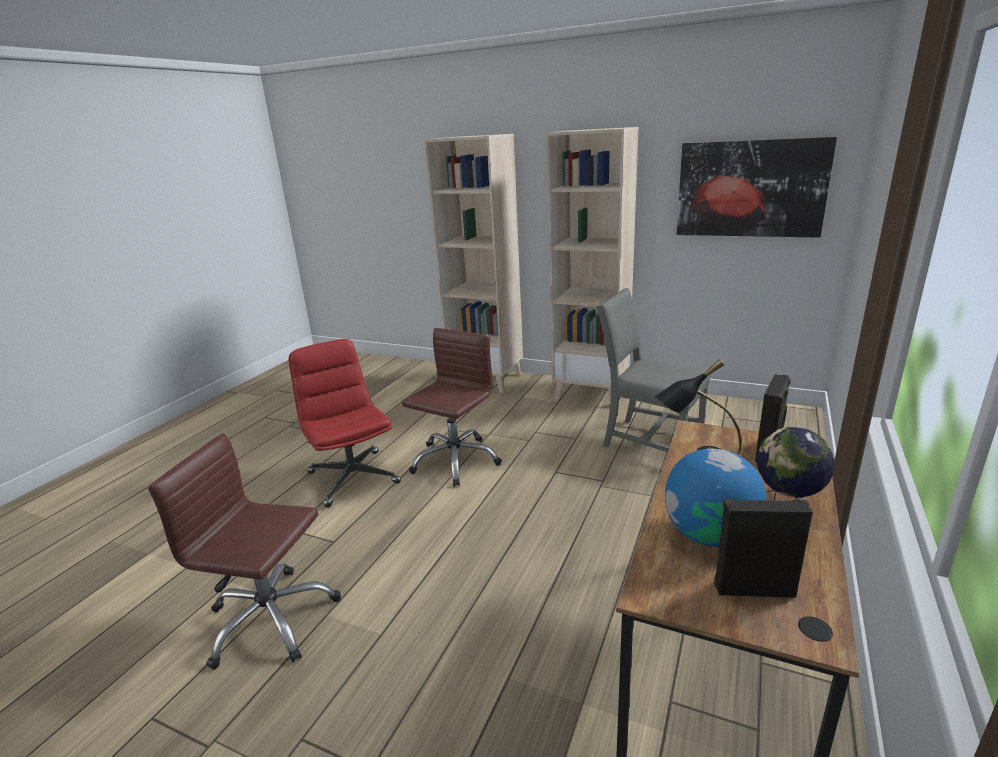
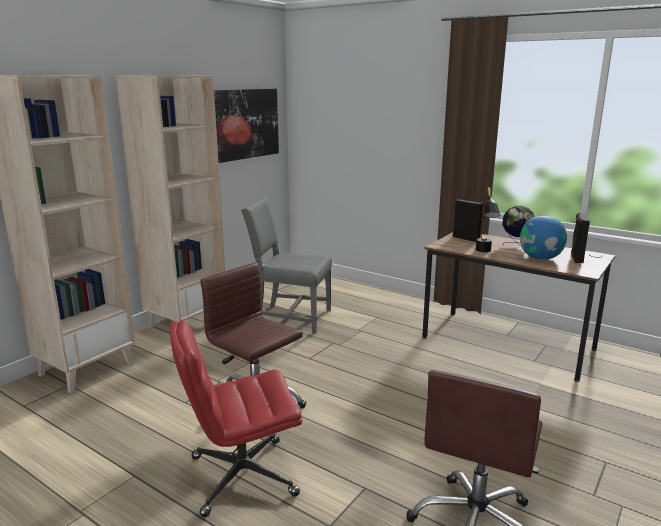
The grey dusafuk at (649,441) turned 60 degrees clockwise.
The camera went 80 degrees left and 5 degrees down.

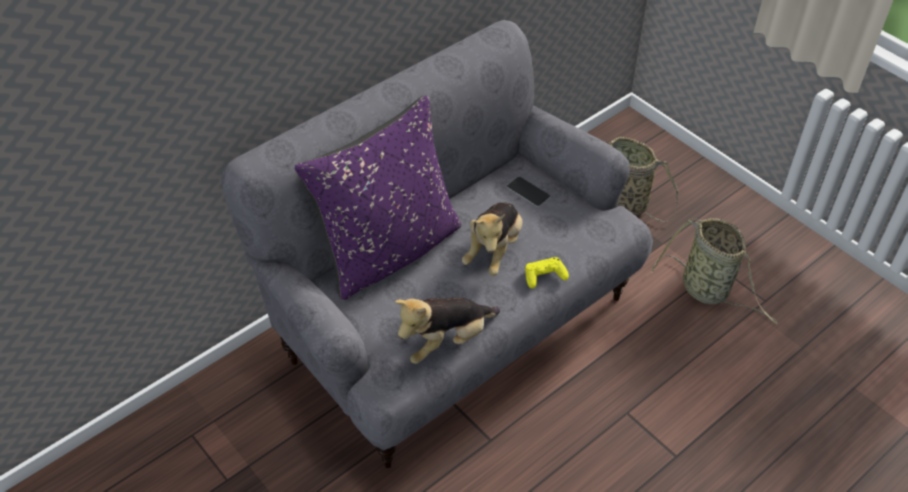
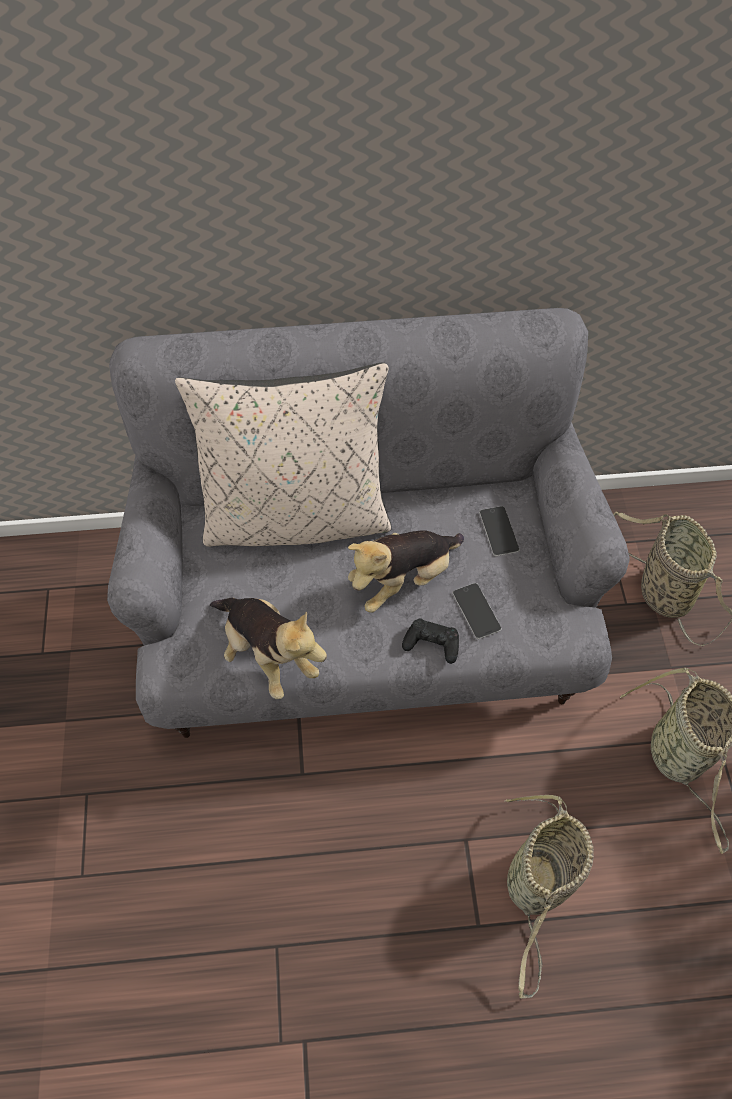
The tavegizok at (476,611) appeared.
The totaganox at (536,886) appeared.
The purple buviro at (390,250) became the beige buviro at (296,516).
The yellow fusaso at (544,276) became the black fusaso at (432,643).
The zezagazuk at (446,341) turned 135 degrees counterclockwise.
The camera went 35 degrees right and 10 degrees up.

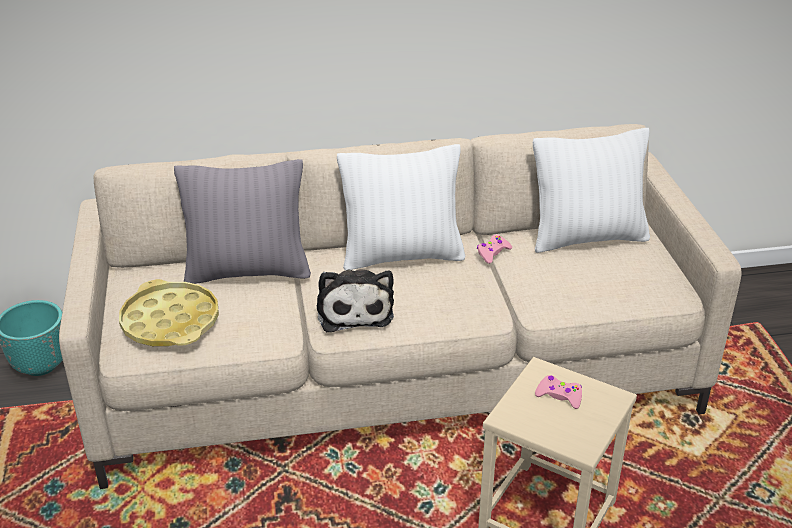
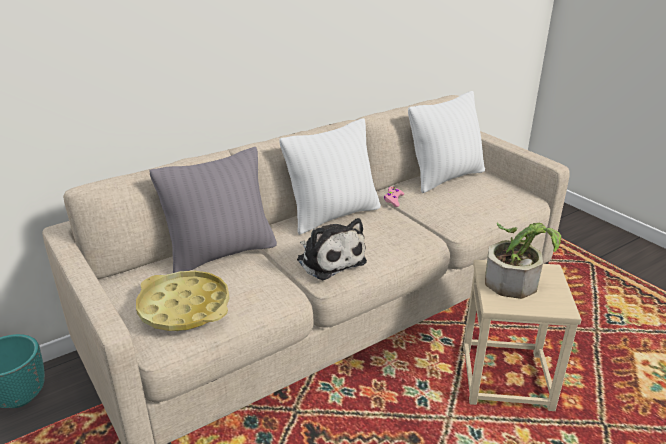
The pink fusaso at (559,396) was replaced by the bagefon at (515,279).
The camera went 25 degrees left and 5 degrees down.

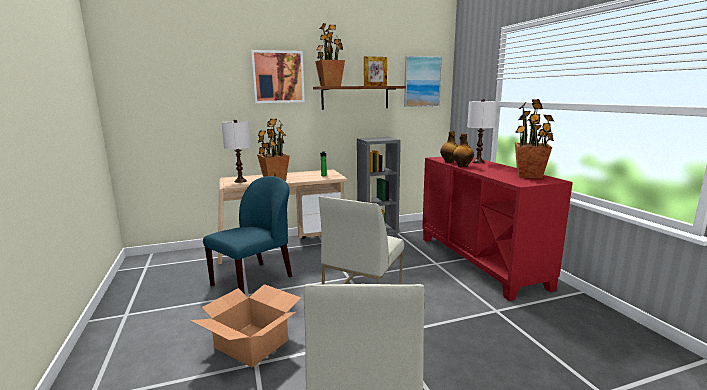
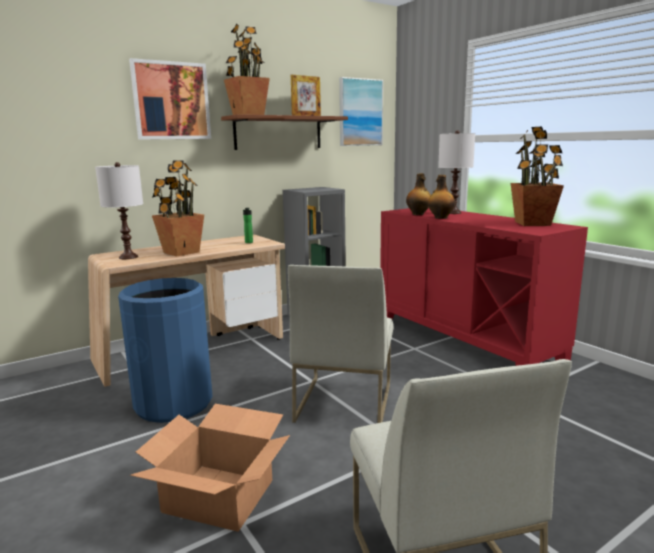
The blue dusafuk at (254,280) was replaced by the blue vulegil at (174,403).
The camera went 15 degrees left and 0 degrees up.

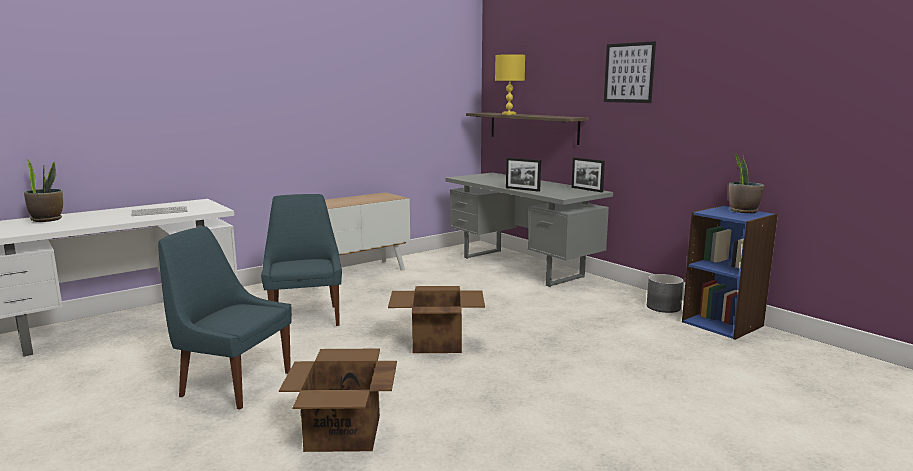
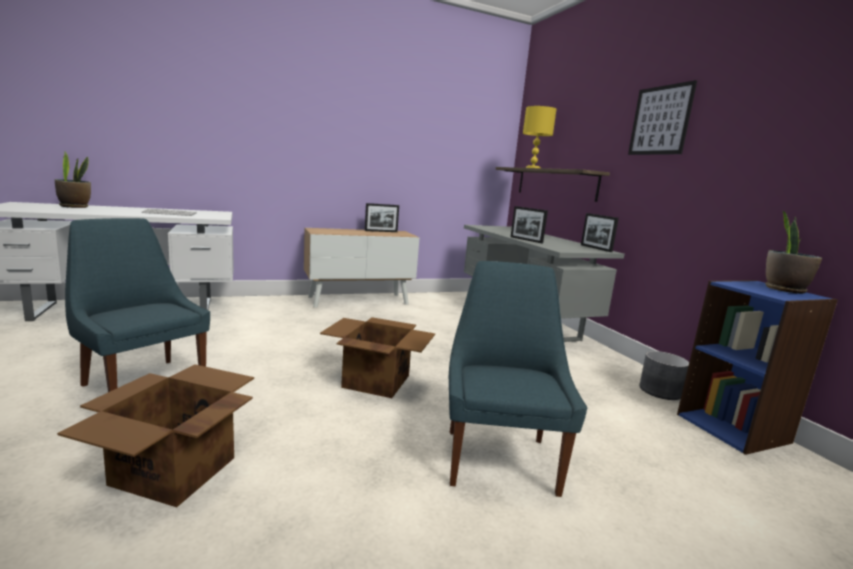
The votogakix at (381,231) appeared.
The blue dusafuk moved from (305,317) to (499,458).
The camera went 15 degrees right and 0 degrees up.

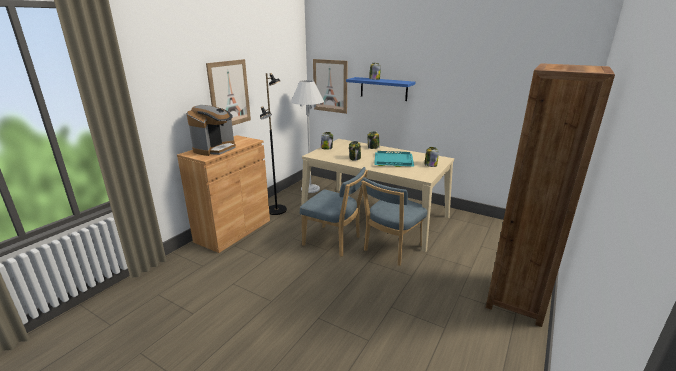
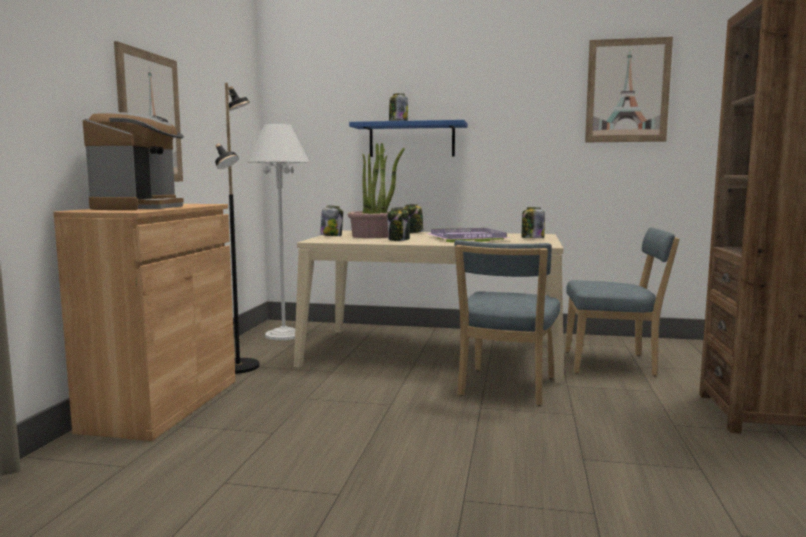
The bagefon at (373,236) appeared.
The blue dusafuk moved from (334,242) to (614,364).
The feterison moved from (330,86) to (627,91).
The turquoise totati at (393,161) became the purple totati at (466,238).
The camera went 20 degrees left and 15 degrees down.

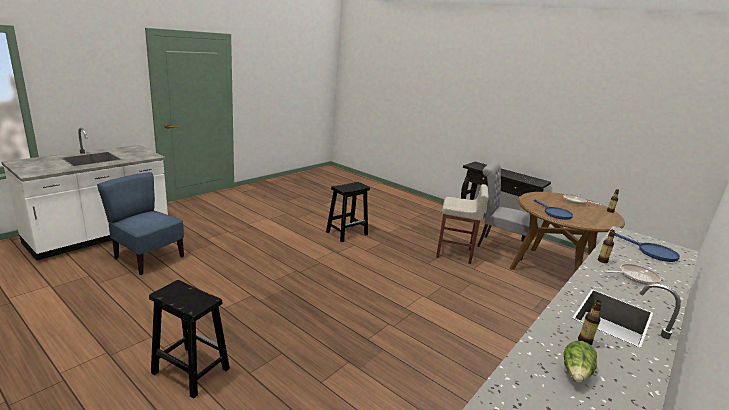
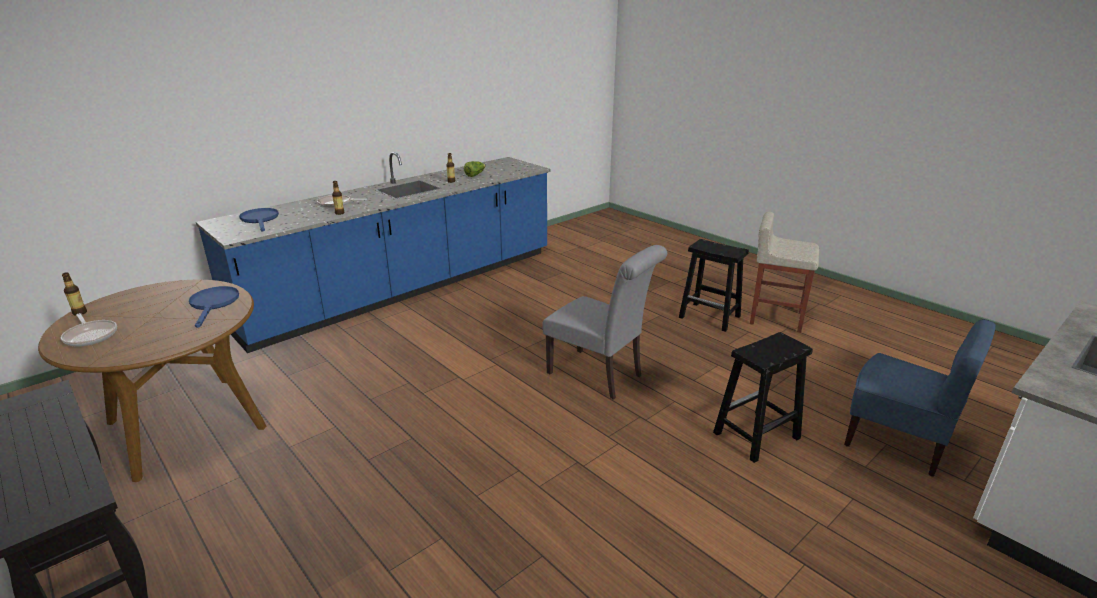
The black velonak moved from (347,233) to (755,436).
The beige velonak moved from (455,253) to (775,317).
The grey dusafuk moved from (498,246) to (599,376).
The camera went 170 degrees left and 5 degrees up.

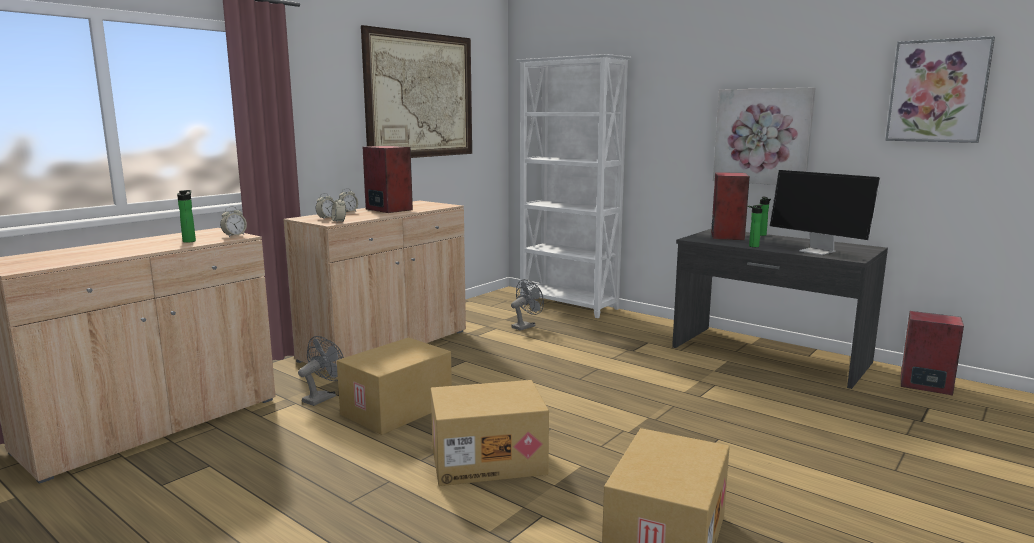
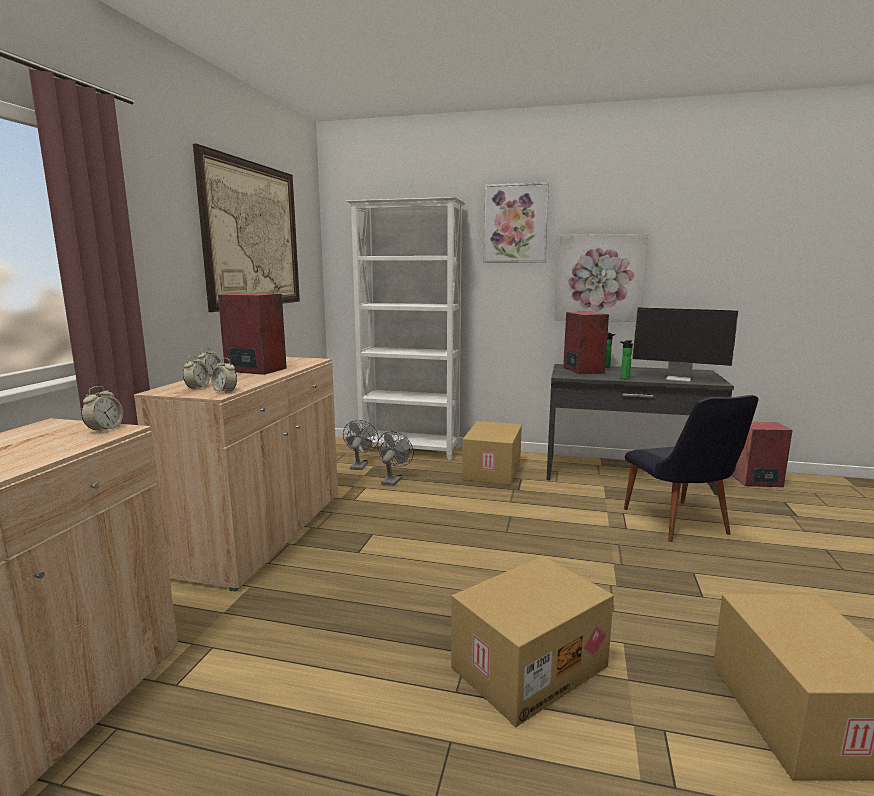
The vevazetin at (190,241) disappeared.
The black dusafuk at (680,525) appeared.
The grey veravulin moved from (323,397) to (359,465).
The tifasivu moved from (397,410) to (493,471).
The feterison moved from (937,91) to (515,224).
The camera went 25 degrees left and 0 degrees up.

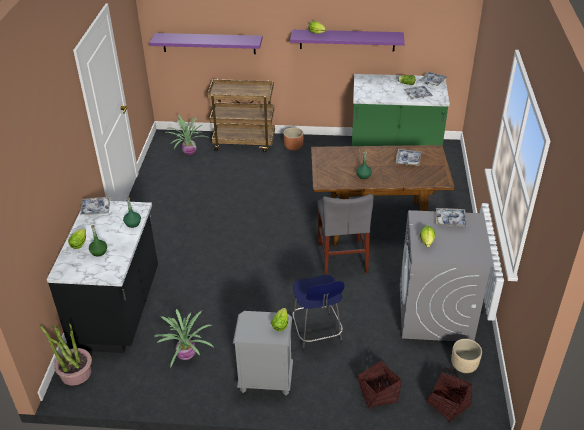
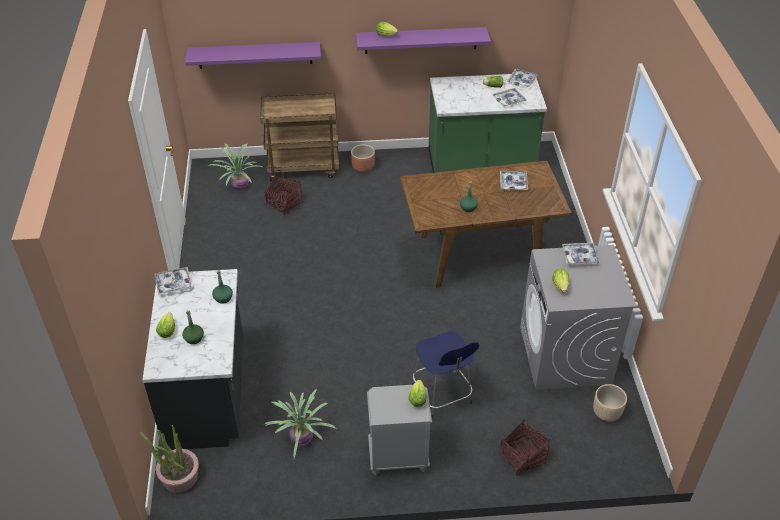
The grey dusafuk at (342,257) disappeared.
The totaganox moved from (448,405) to (284,203).
The camera went 10 degrees left and 5 degrees up.

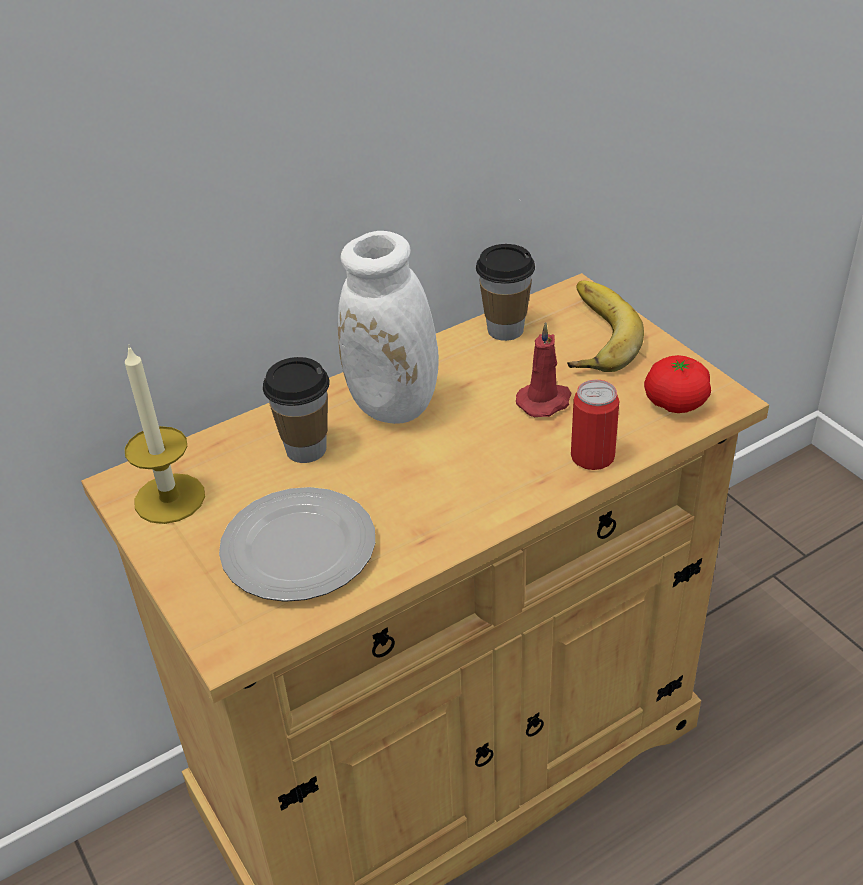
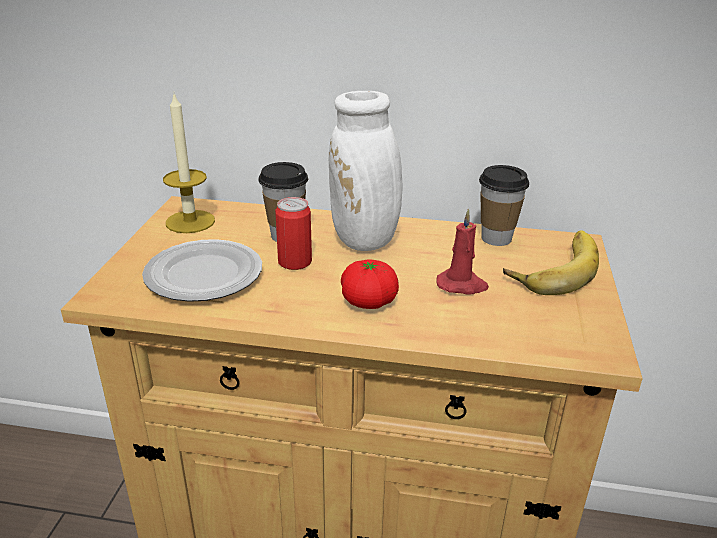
The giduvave moved from (592,456) to (295,262).
The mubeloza moved from (675,402) to (368,302).
The camera went 40 degrees right and 10 degrees down.

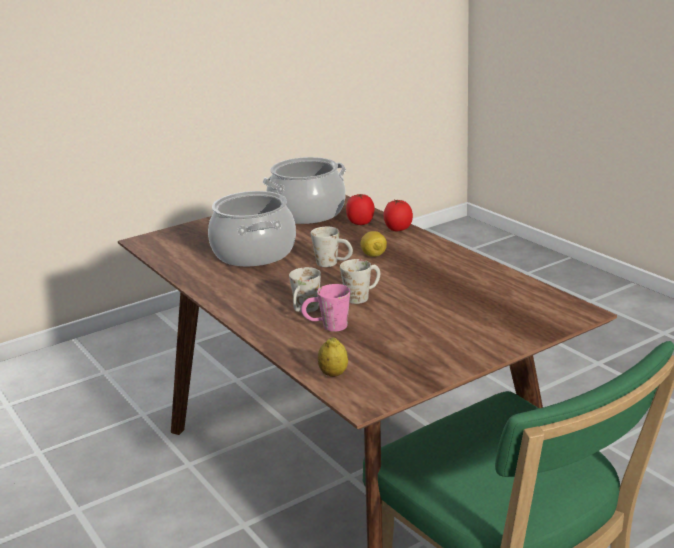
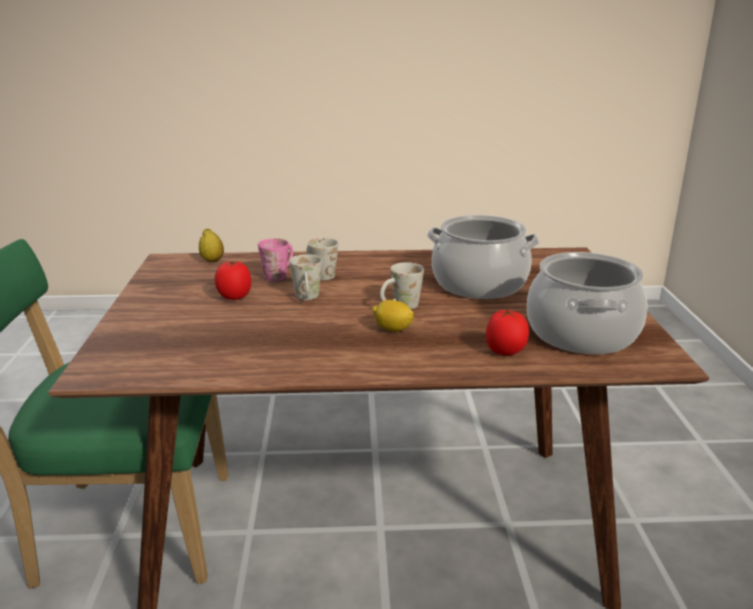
The mubeloza moved from (398,230) to (234,297).
The camera went 120 degrees right and 0 degrees up.

